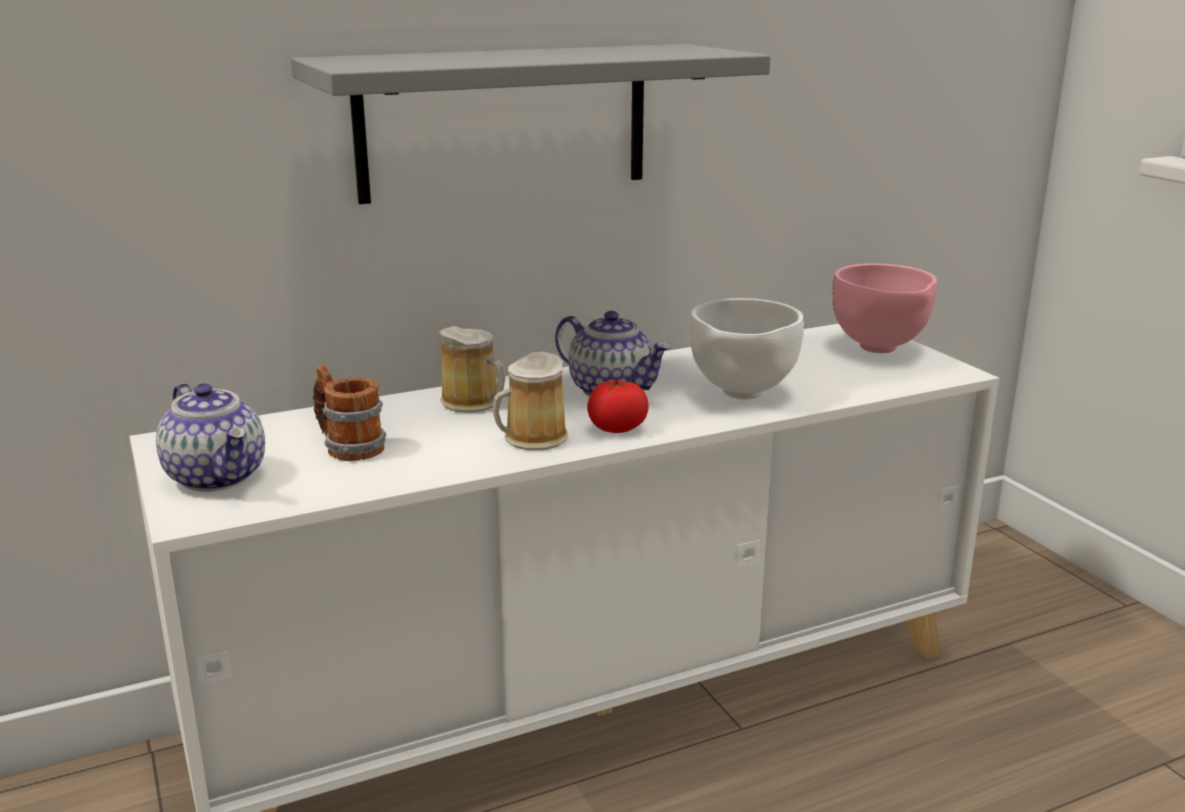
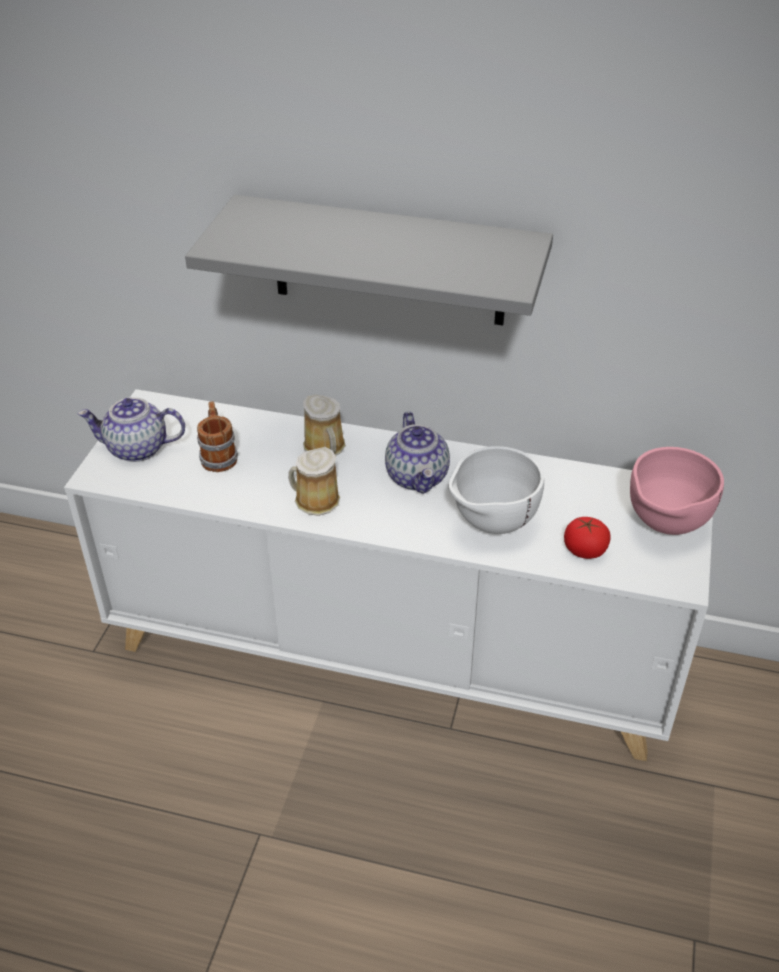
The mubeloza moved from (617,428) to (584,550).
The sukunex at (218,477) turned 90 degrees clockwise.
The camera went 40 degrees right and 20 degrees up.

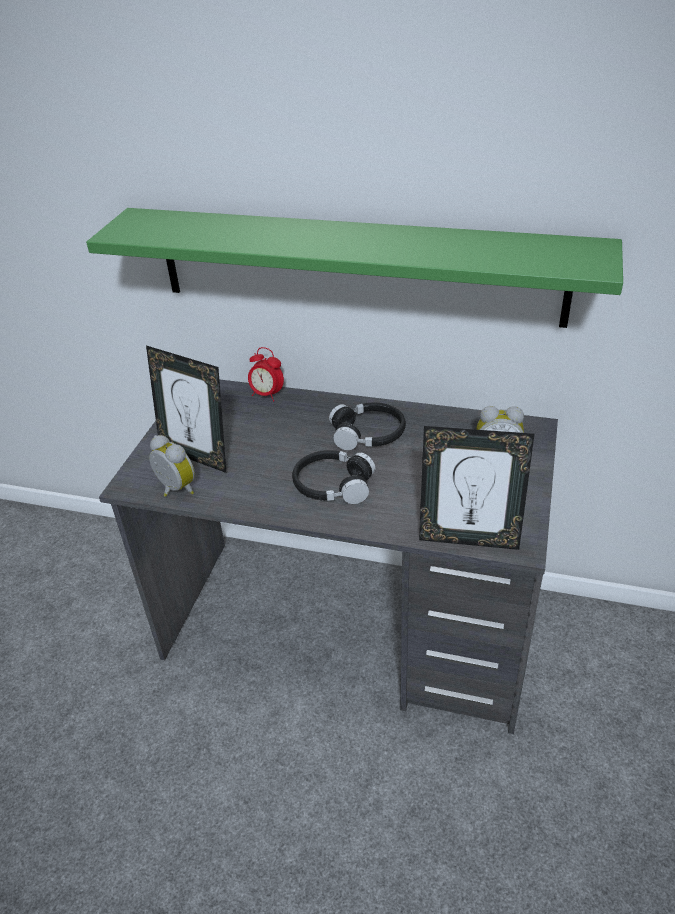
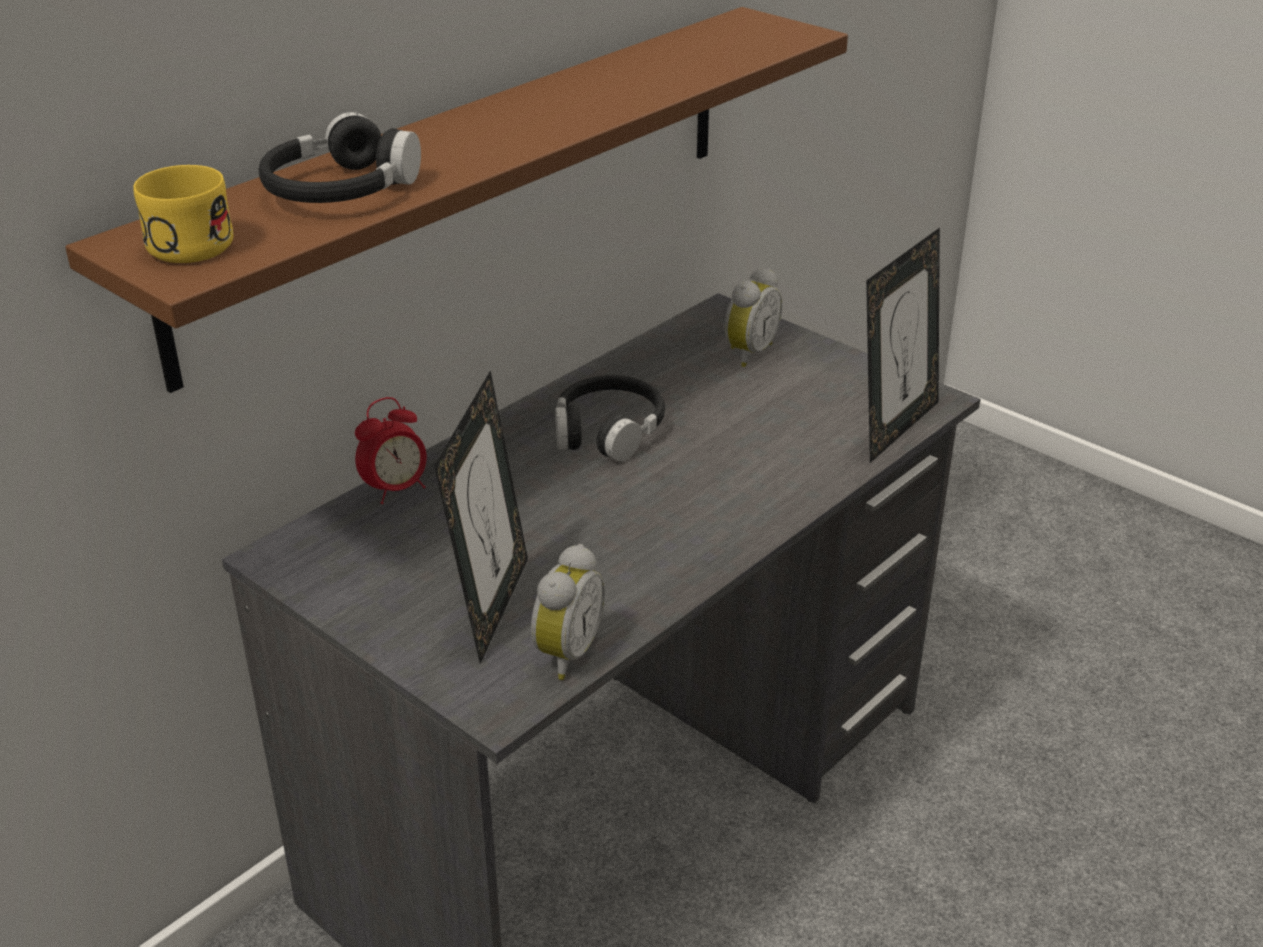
The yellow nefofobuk at (191,240) appeared.
The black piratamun moved from (333,485) to (340,189).
The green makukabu at (357,266) became the brown makukabu at (470,181).
The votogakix at (196,456) turned 45 degrees counterclockwise.
The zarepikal at (174,490) turned 135 degrees clockwise.
The camera went 65 degrees left and 5 degrees down.

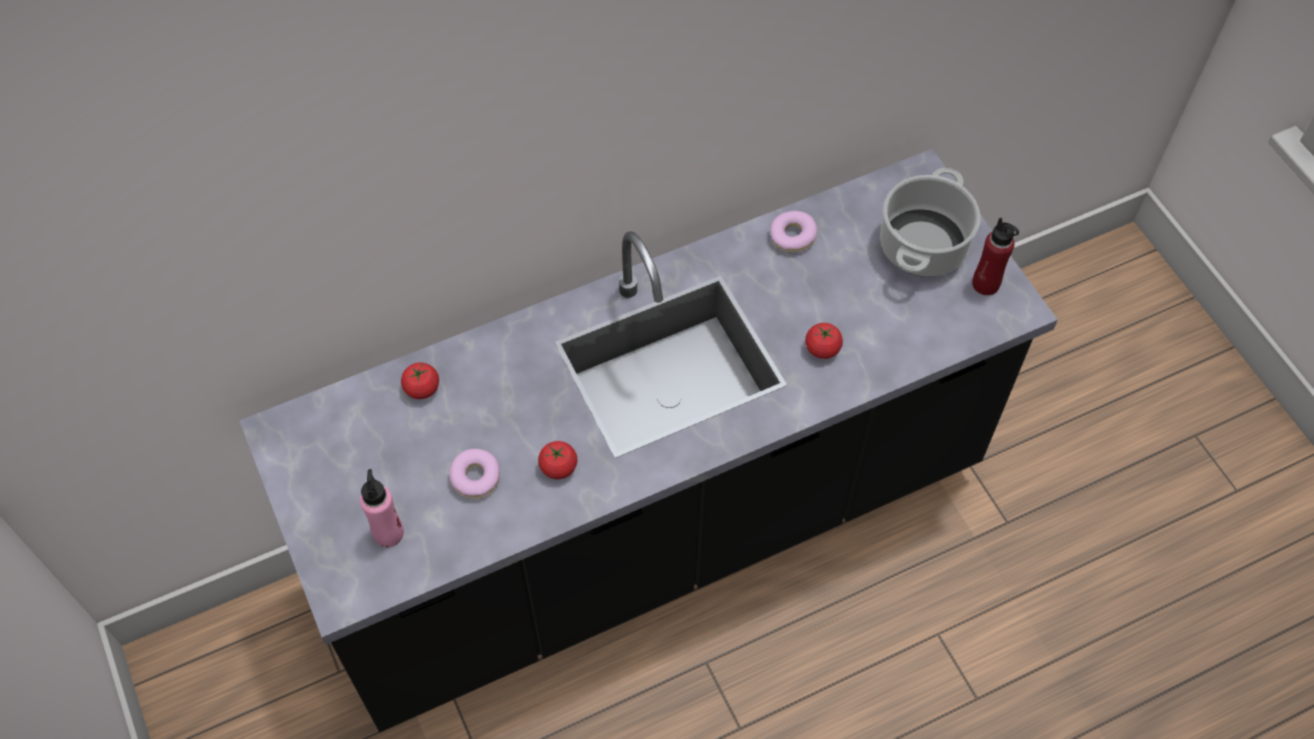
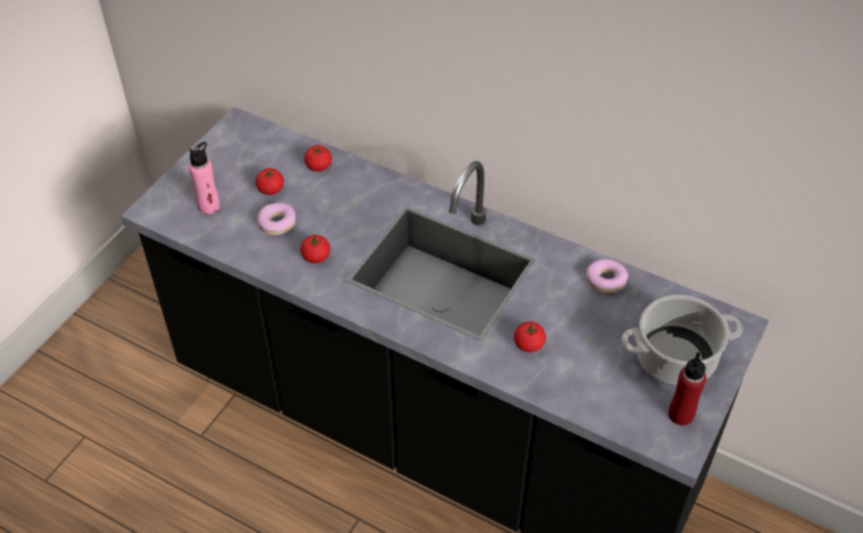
The mubeloza at (271,189) appeared.
The camera went 55 degrees right and 10 degrees down.

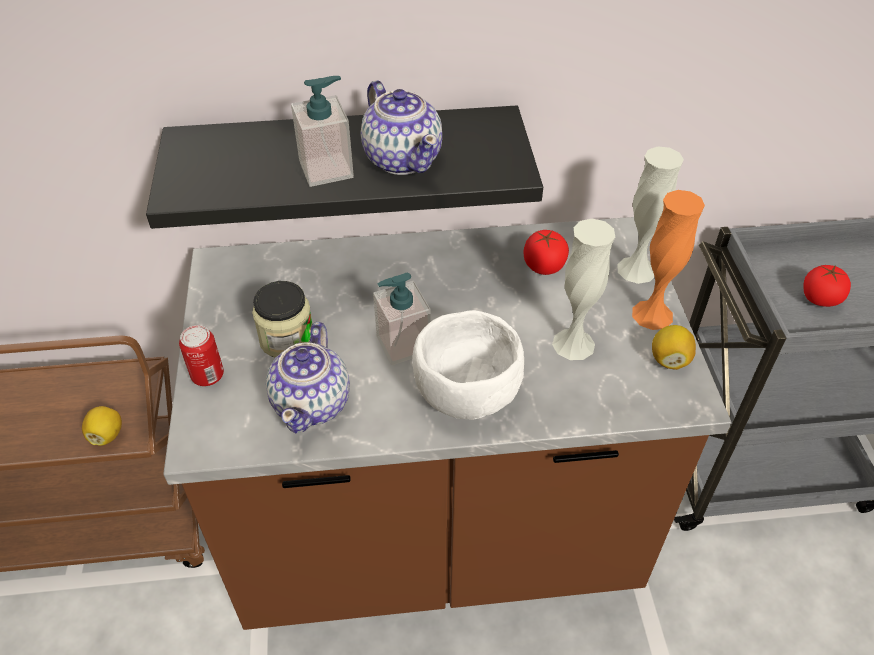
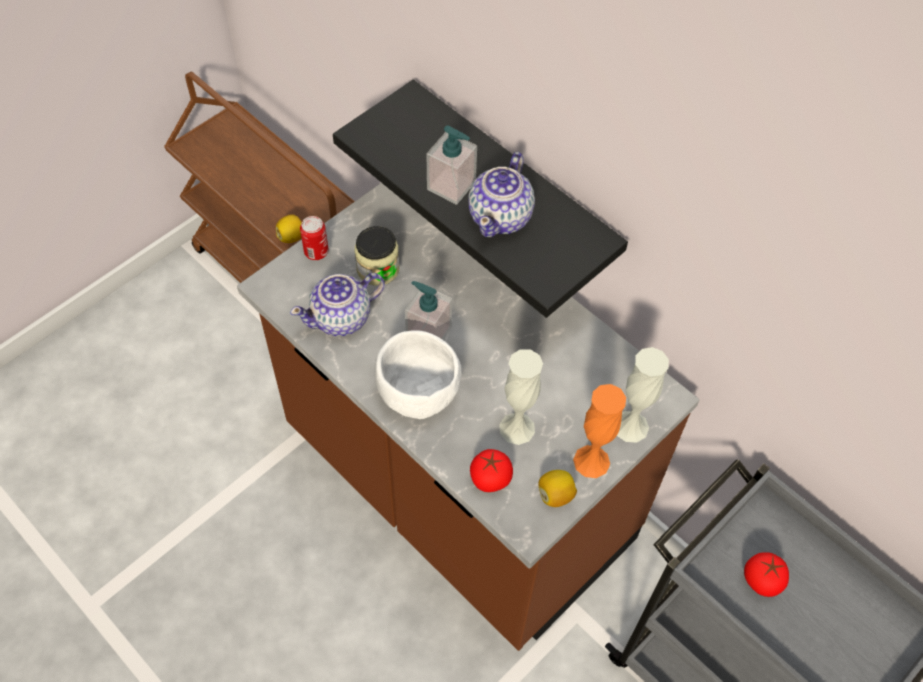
The mubeloza moved from (544,266) to (490,478).
The camera went 50 degrees right and 10 degrees up.

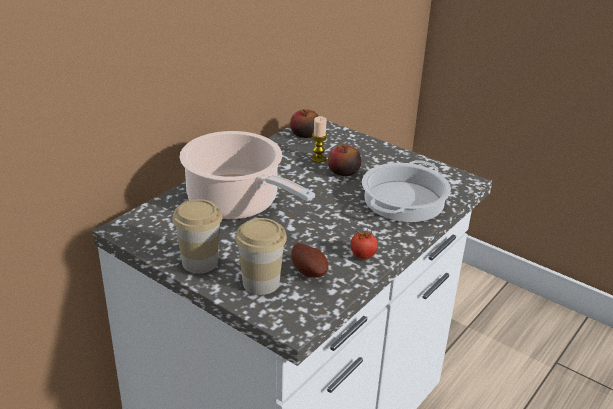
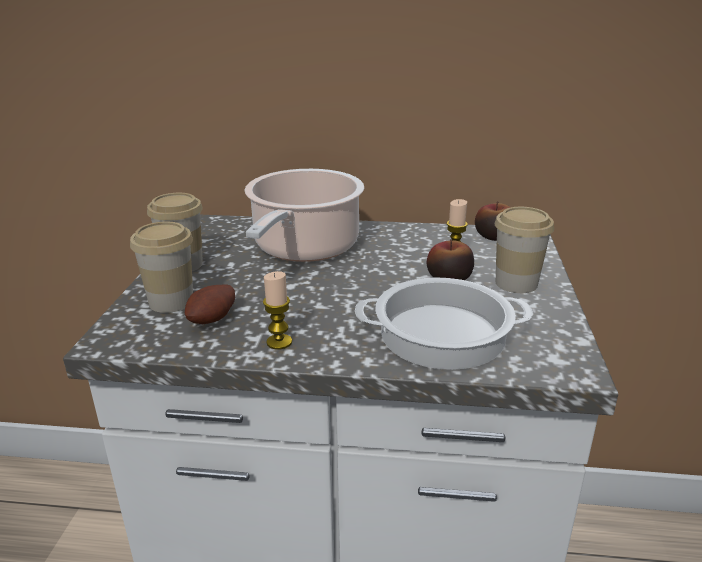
The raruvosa at (516,283) appeared.
The mubeloza at (363,255) was replaced by the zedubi at (279,342).
The camera went 60 degrees right and 5 degrees down.

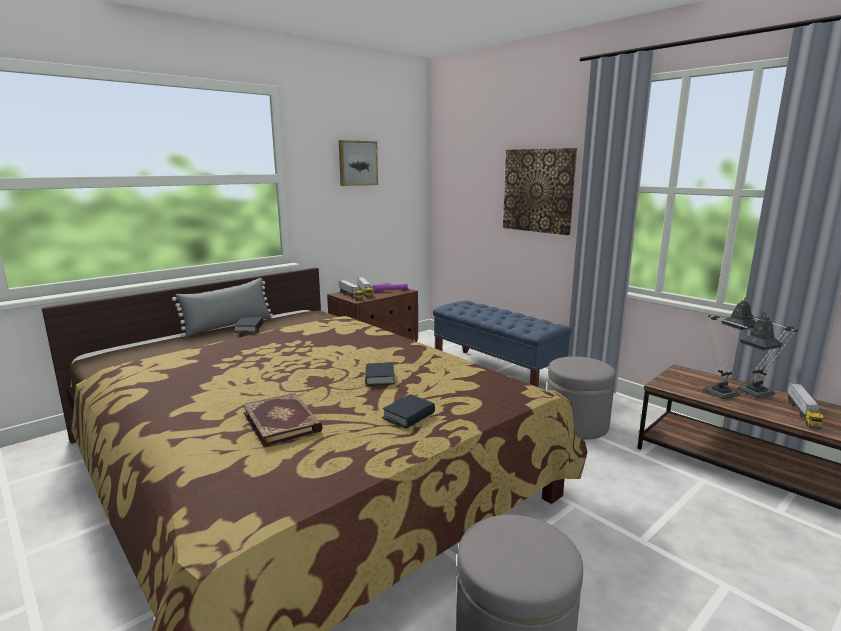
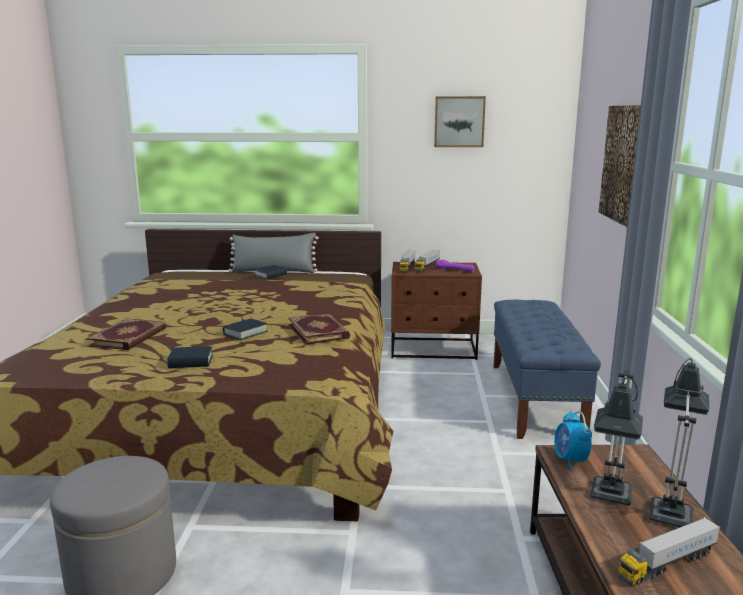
The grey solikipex at (576,424) disappeared.
The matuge at (319,331) appeared.
The zarepikal at (570,460) appeared.
The camera went 45 degrees right and 0 degrees up.

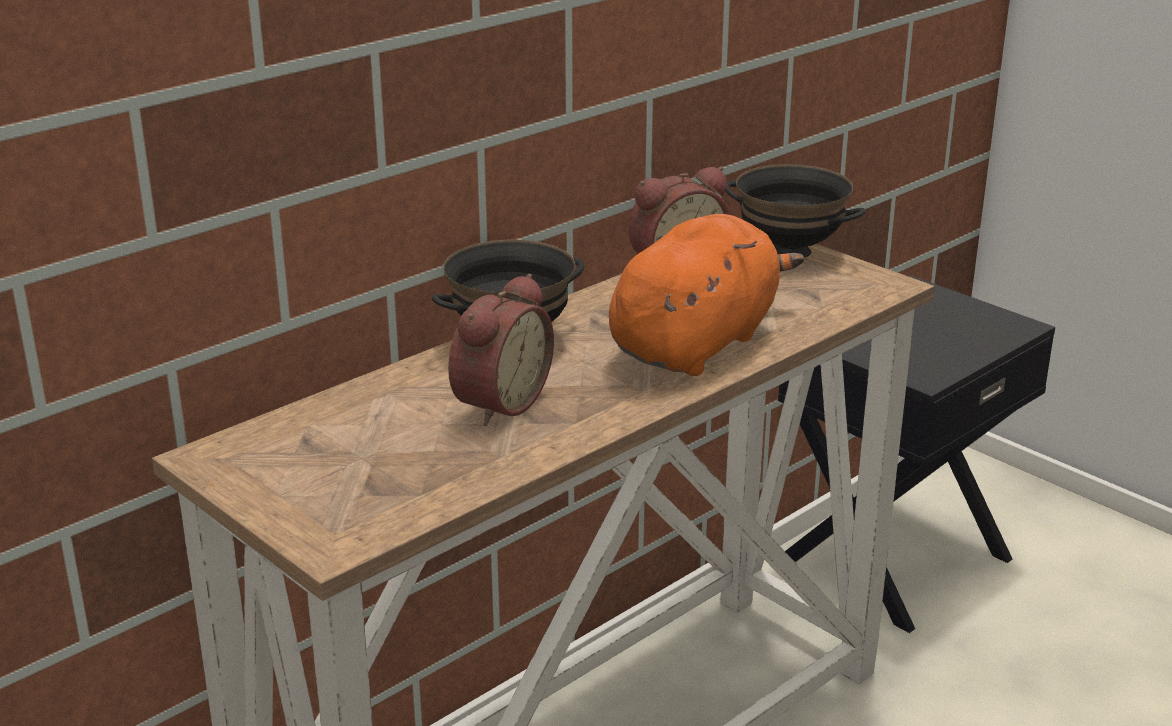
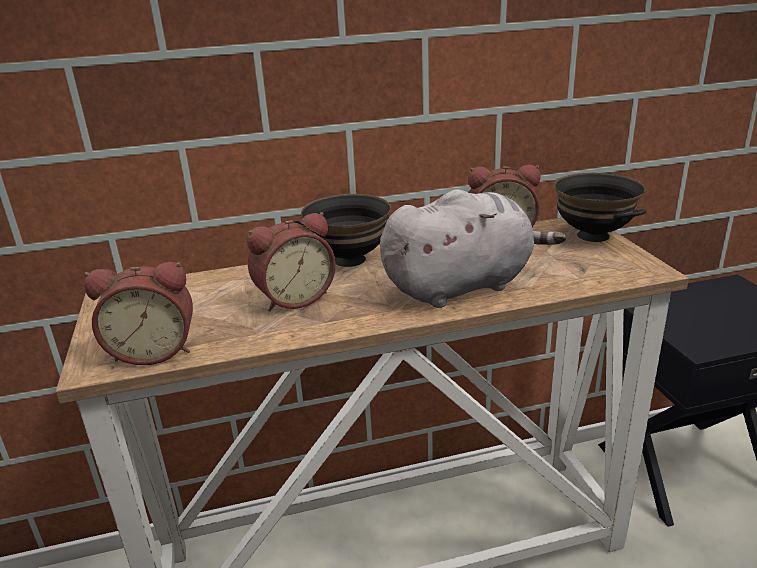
The zarepikal at (154,350) appeared.
The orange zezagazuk at (697,343) became the grey zezagazuk at (463,285).
The camera went 30 degrees right and 0 degrees up.

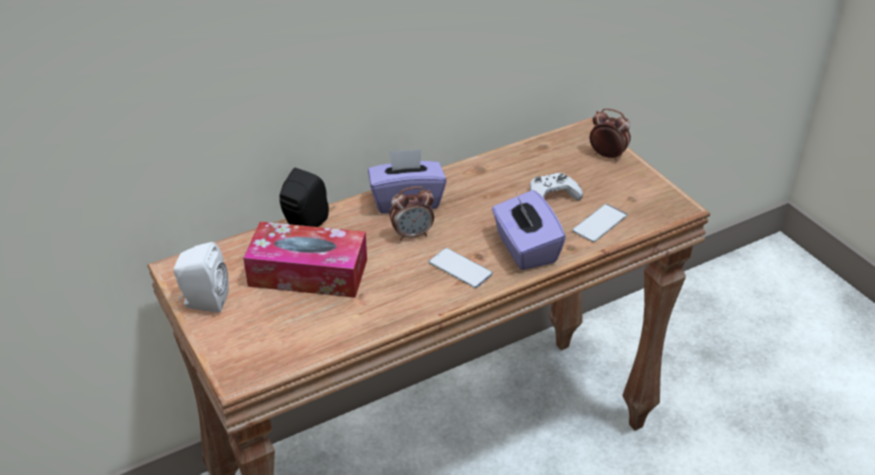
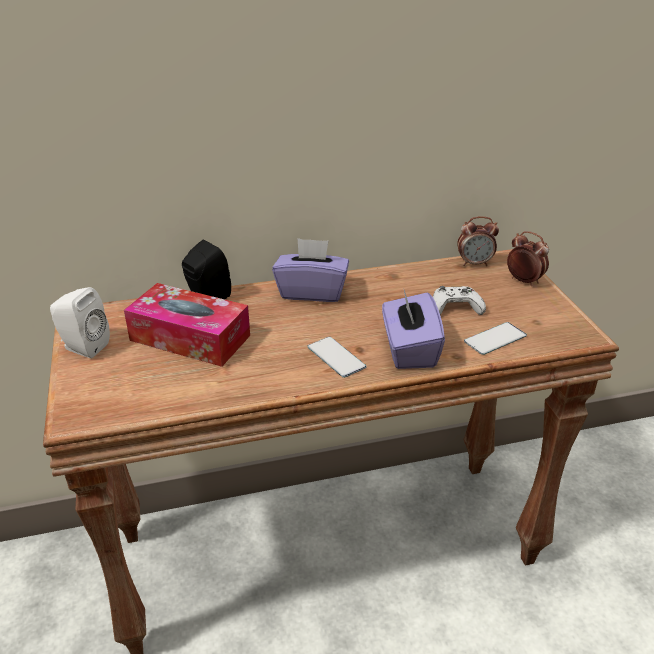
The zarepikal moved from (412,234) to (474,263).
The camera went 15 degrees right and 5 degrees down.

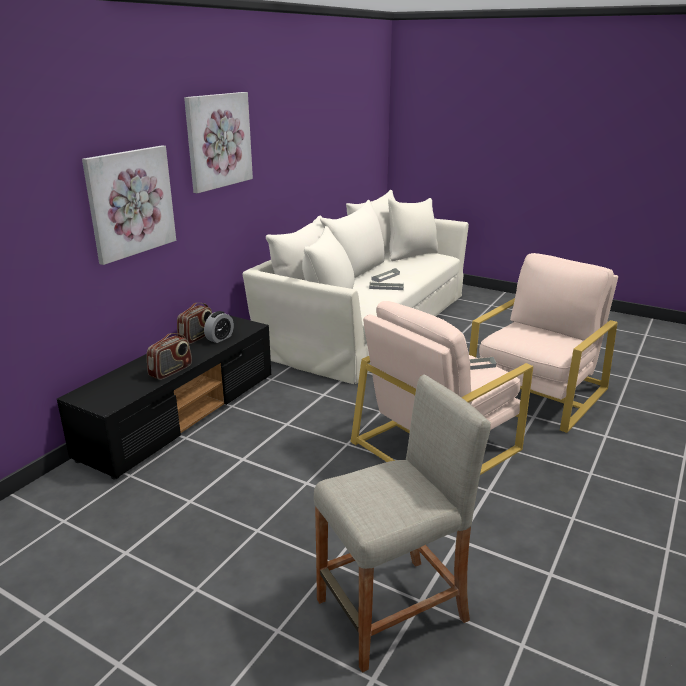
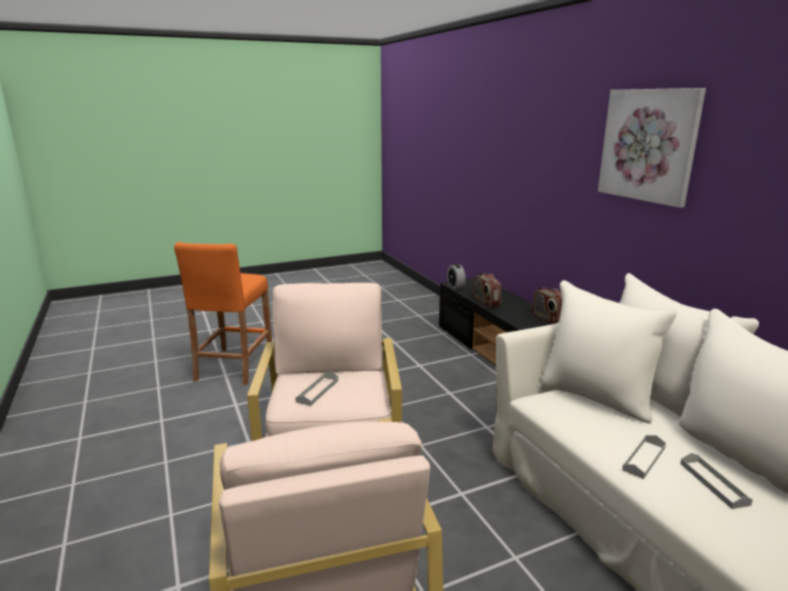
The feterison at (130,202) disappeared.
The zarepikal moved from (220,338) to (455,286).
The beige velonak at (392,611) became the orange velonak at (234,366).
The camera went 125 degrees right and 5 degrees down.

